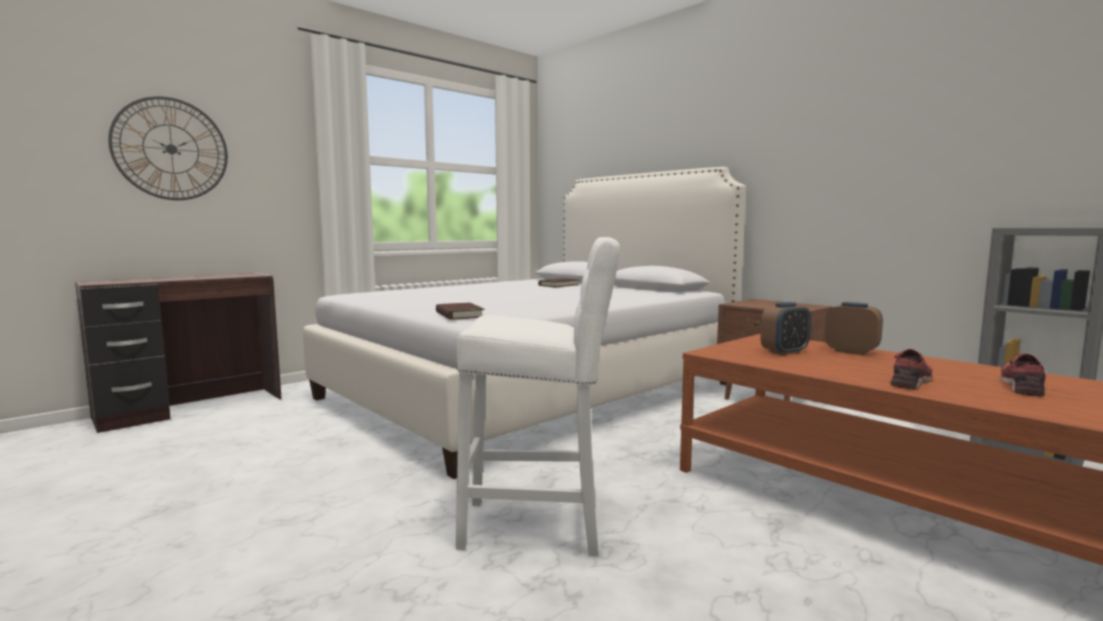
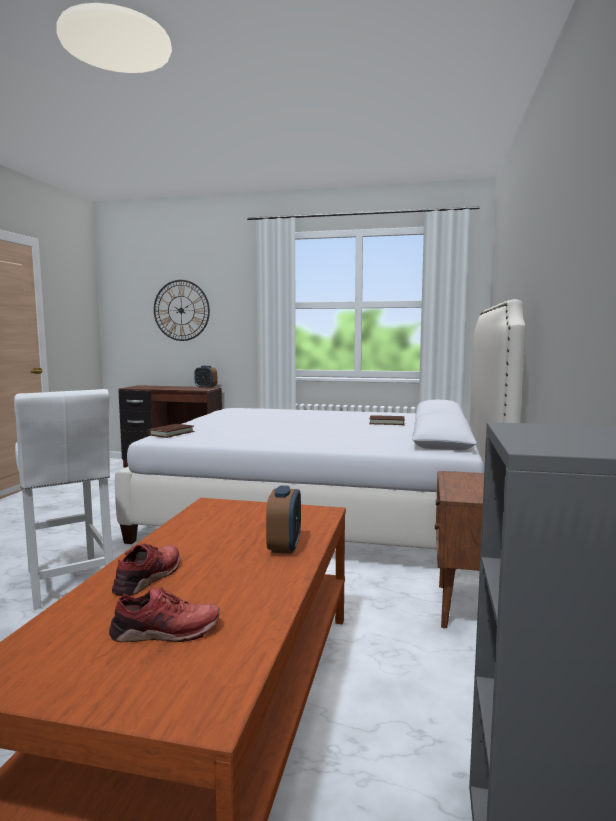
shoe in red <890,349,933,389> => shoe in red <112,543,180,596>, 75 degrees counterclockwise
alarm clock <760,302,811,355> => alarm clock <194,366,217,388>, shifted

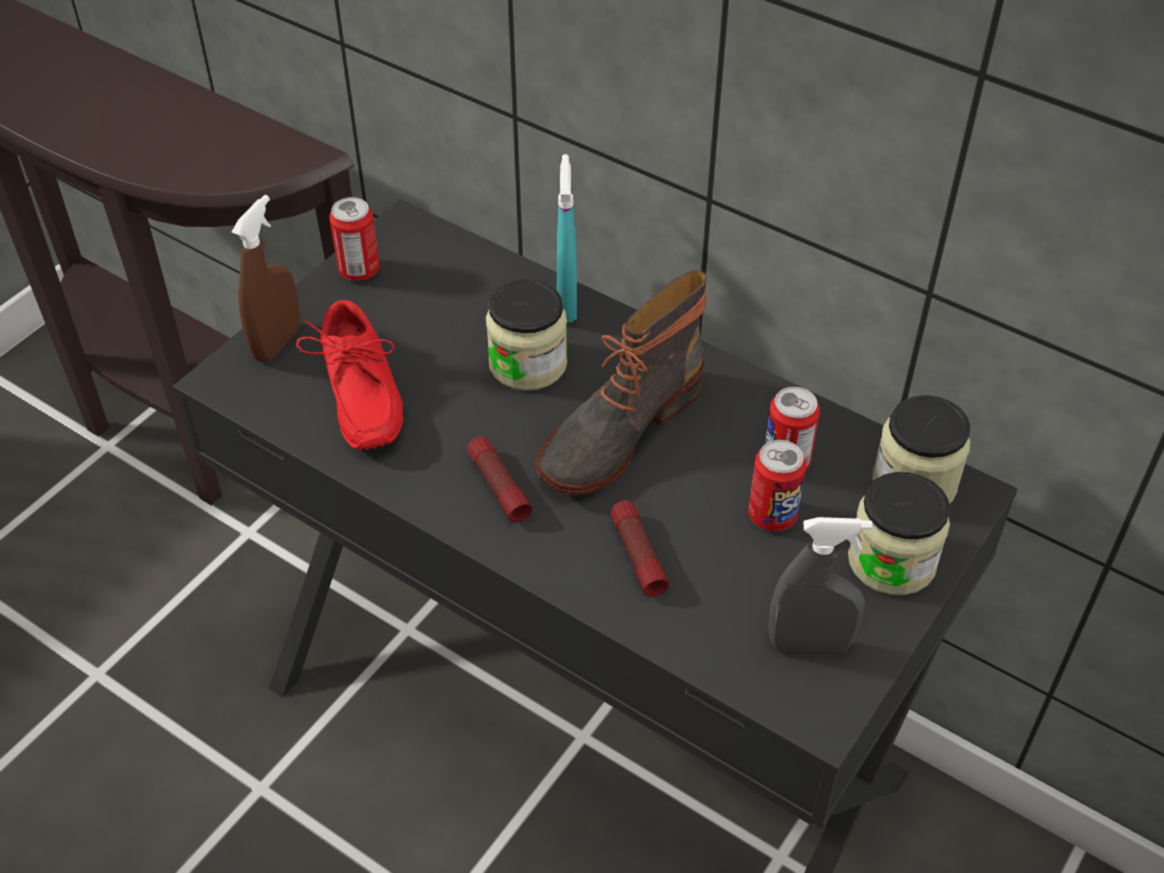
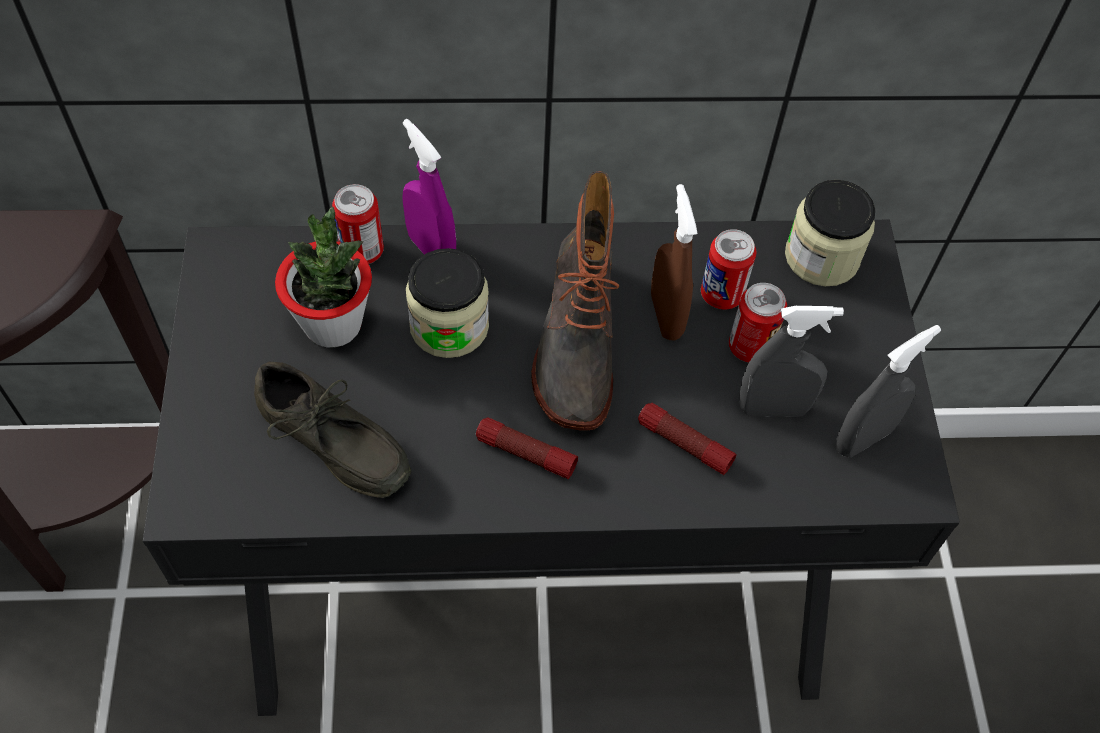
shoe in red <296,300,403,450> => shoe in grey <254,362,411,498>
nothing => potted plant <275,207,372,348>
can <329,197,380,281> => can <332,184,384,264>, shifted
spray bottle in turquoise <557,154,577,323> => spray bottle in purple <402,119,456,255>
spray bottle in brown <232,195,300,363> => spray bottle in brown <651,184,697,340>, shifted
nothing => spray bottle in grey <739,306,844,417>
jar <848,472,950,595> => nothing

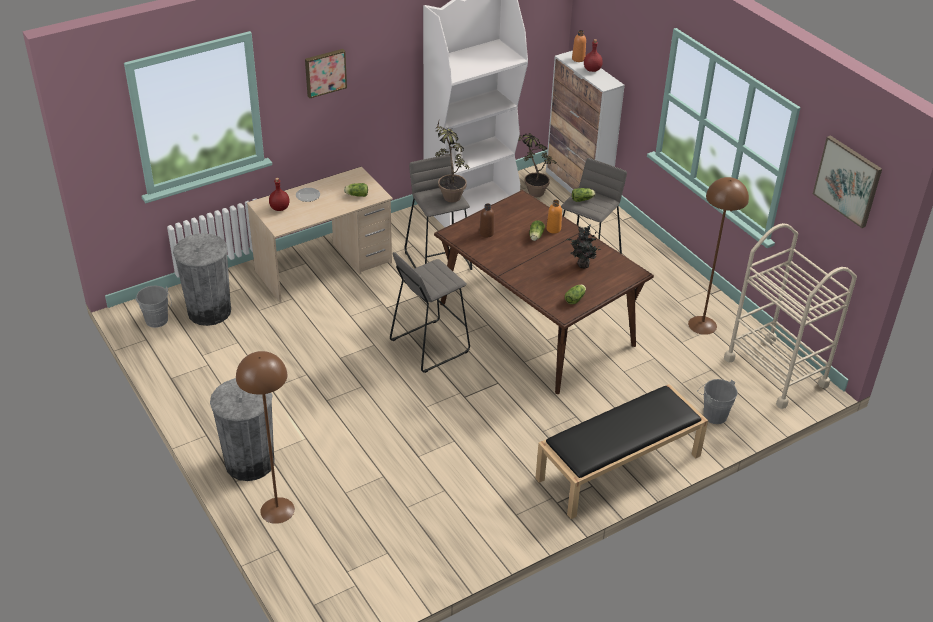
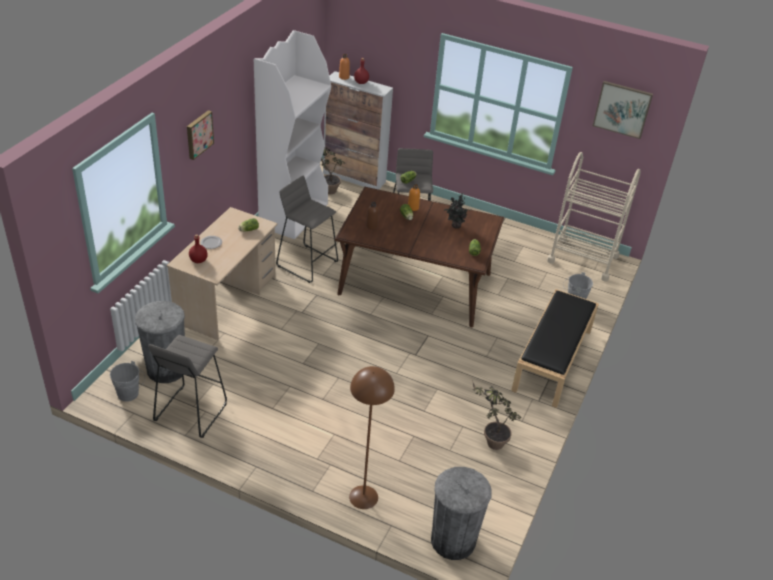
stool in grey <390,252,470,373> => stool in grey <148,335,227,438>, shifted
trash can in grey <210,378,275,481> => trash can in grey <431,467,492,560>, shifted
potted plant <435,121,470,202> => potted plant <472,380,521,450>, shifted
floor lamp in brown <688,177,749,335> => nothing

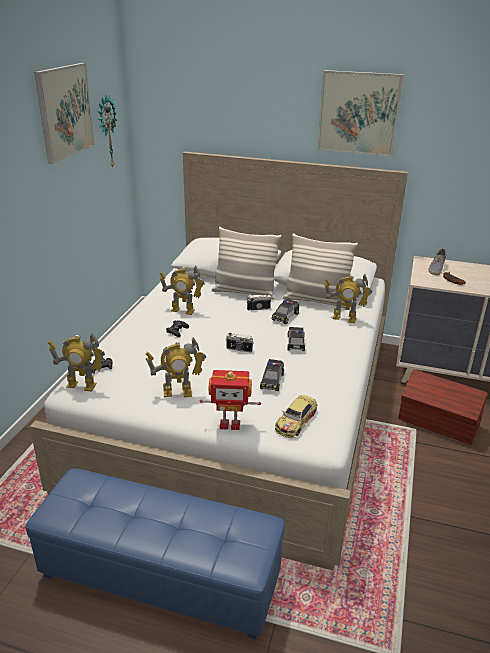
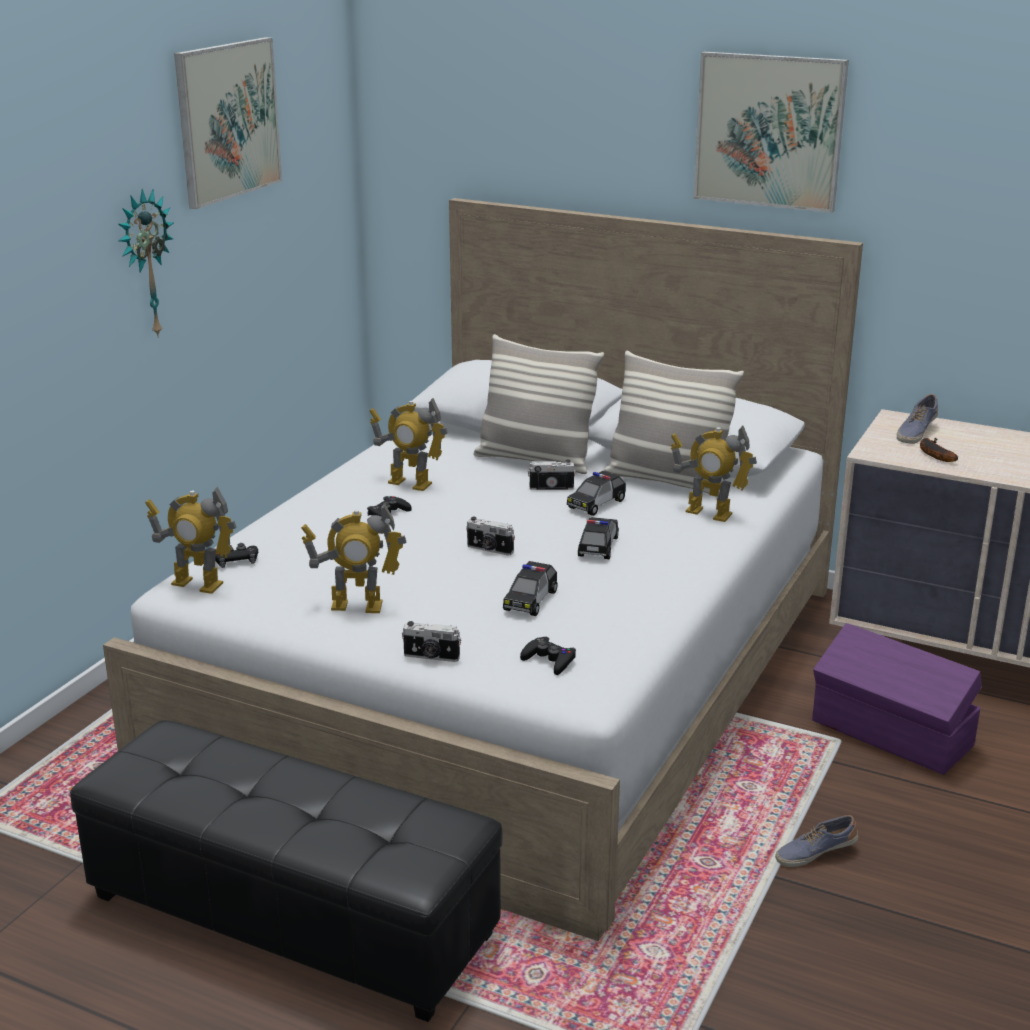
ottoman in blue <26,468,285,639> => ottoman in black <70,720,503,1022>
wall clock <98,95,117,167> => wall clock <118,189,173,338>, shifted
toy robot <200,370,261,430> => photo camera <402,621,461,662>
toy car <275,395,318,438> => game controller in black <520,637,576,675>
nothing => shoe <775,815,858,867>
storage box in brown <398,369,488,445> => storage box in purple <812,623,982,775>

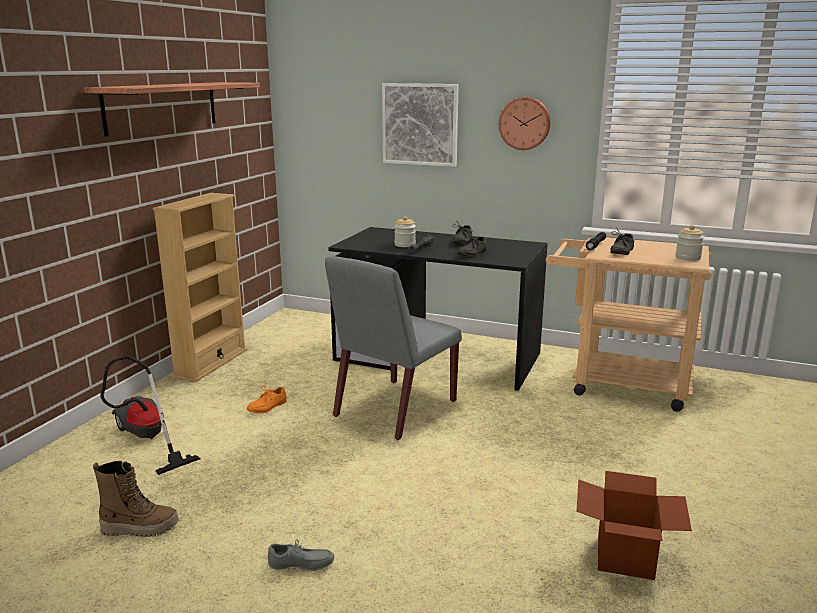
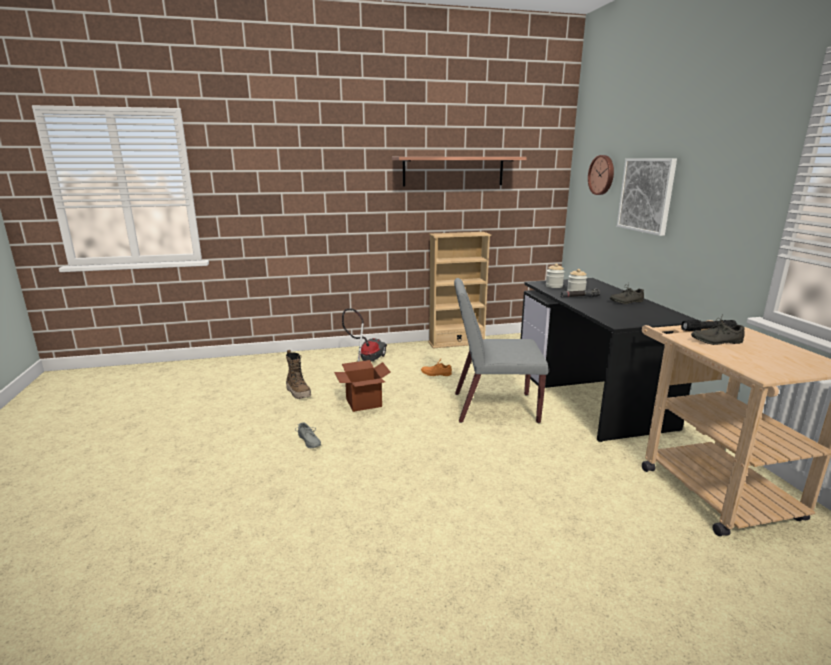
cardboard box <577,471,692,580> => cardboard box <334,360,390,412>, shifted
jar <675,225,704,261> => jar <546,263,565,288>, shifted
wall clock <499,97,550,150> => wall clock <588,155,614,195>, shifted
shoe in grey <457,230,487,257> => nothing

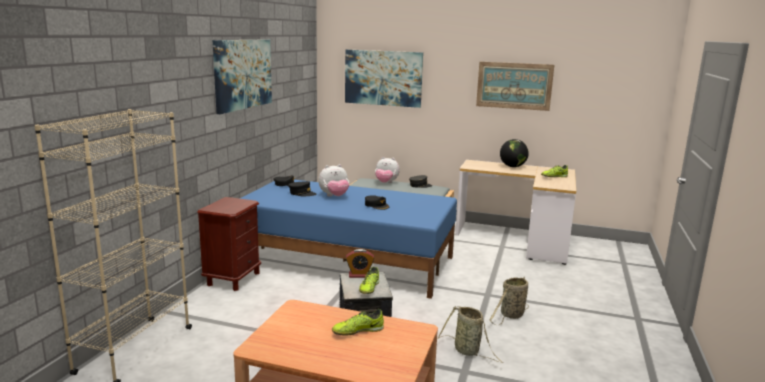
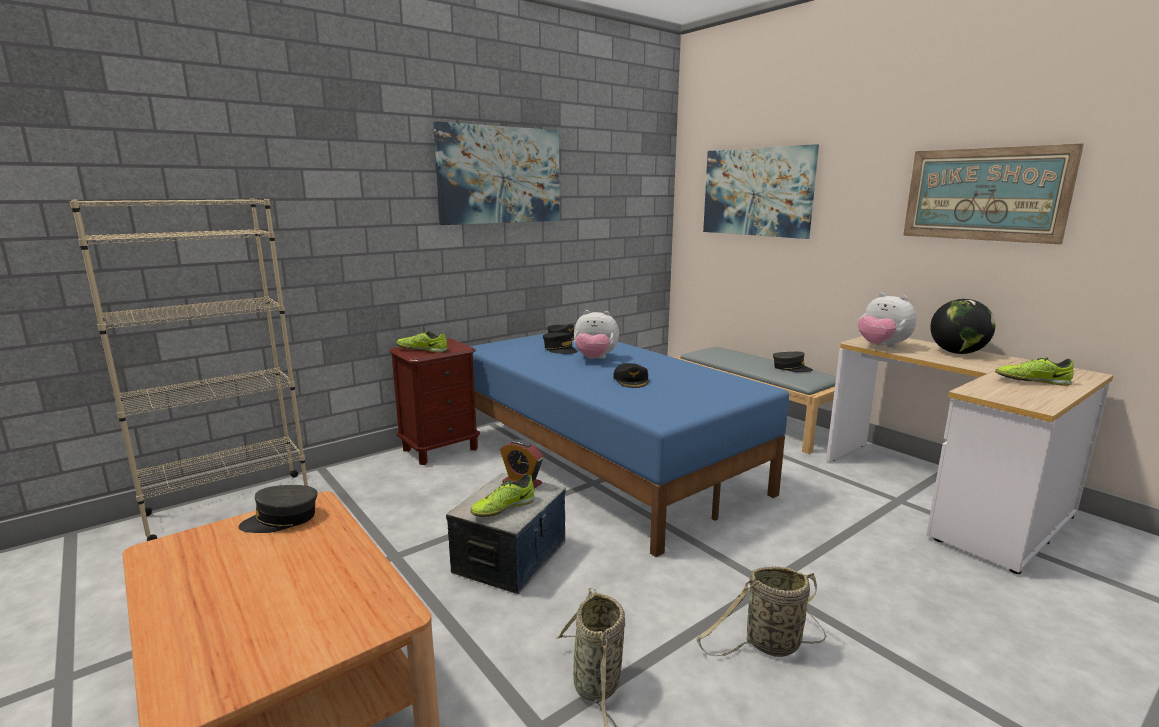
nothing => cap in grey <238,485,318,533>
shoe <332,309,384,336> => shoe <396,331,448,353>, shifted
plush toy <375,157,400,183> => plush toy <858,293,917,348>, shifted

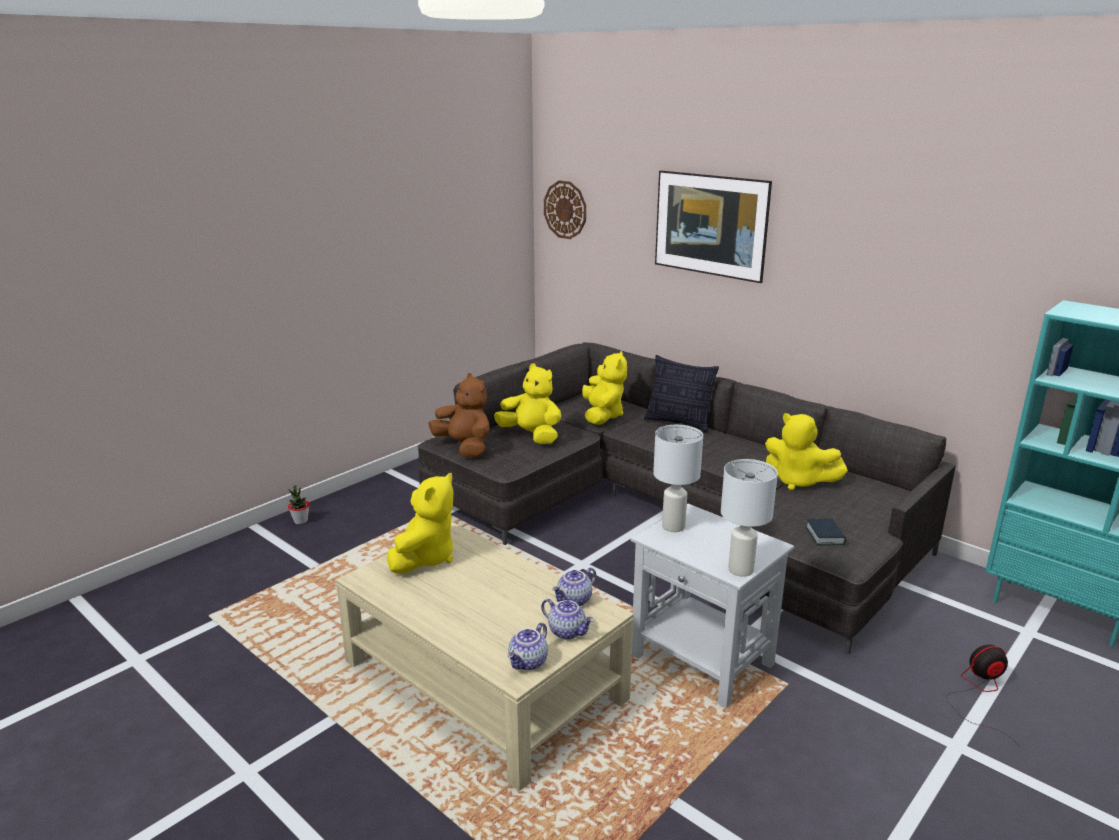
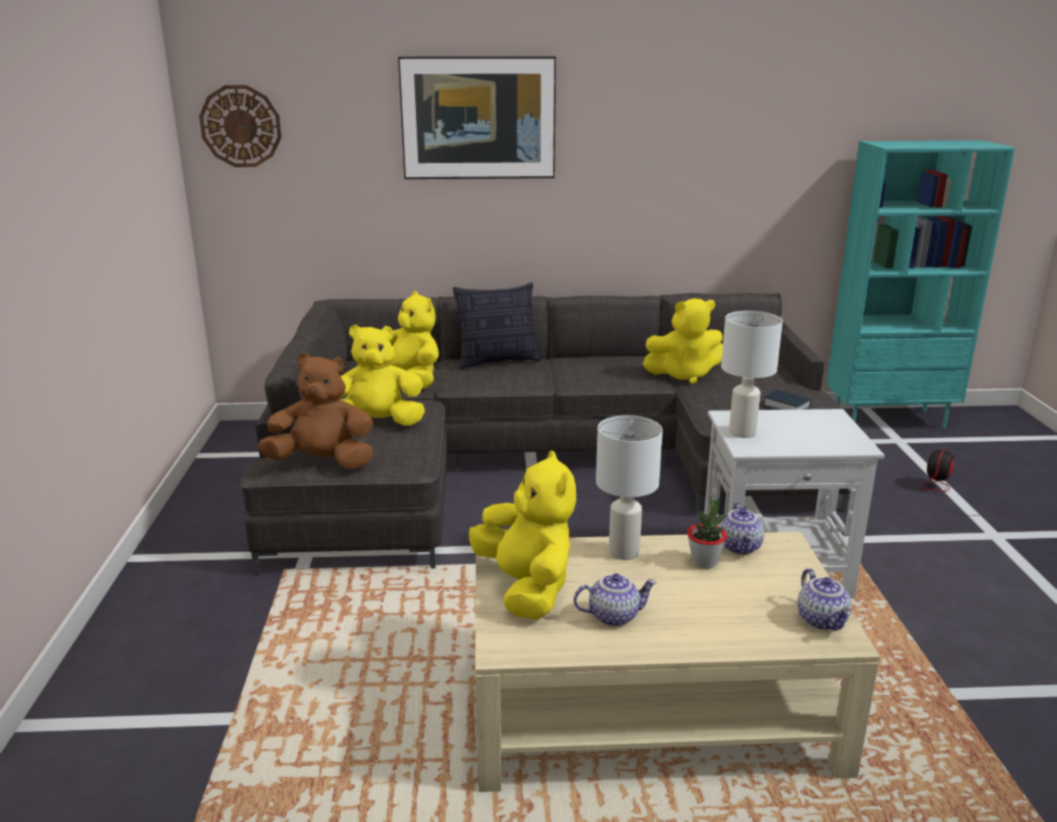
teapot <541,599,594,640> => teapot <574,573,657,626>, shifted
table lamp in white <721,459,778,577> => table lamp in white <596,415,663,560>, shifted
potted plant <288,485,310,524> => potted plant <687,497,727,569>, shifted

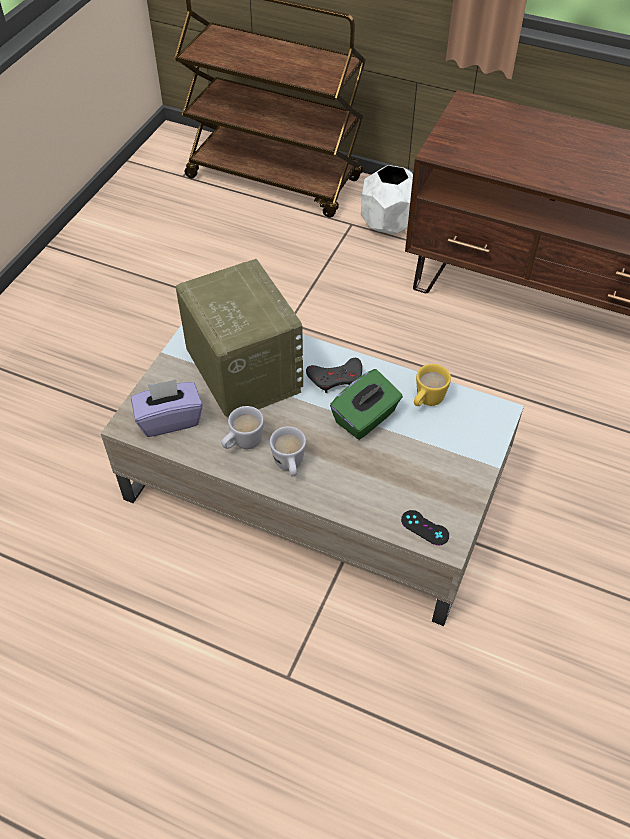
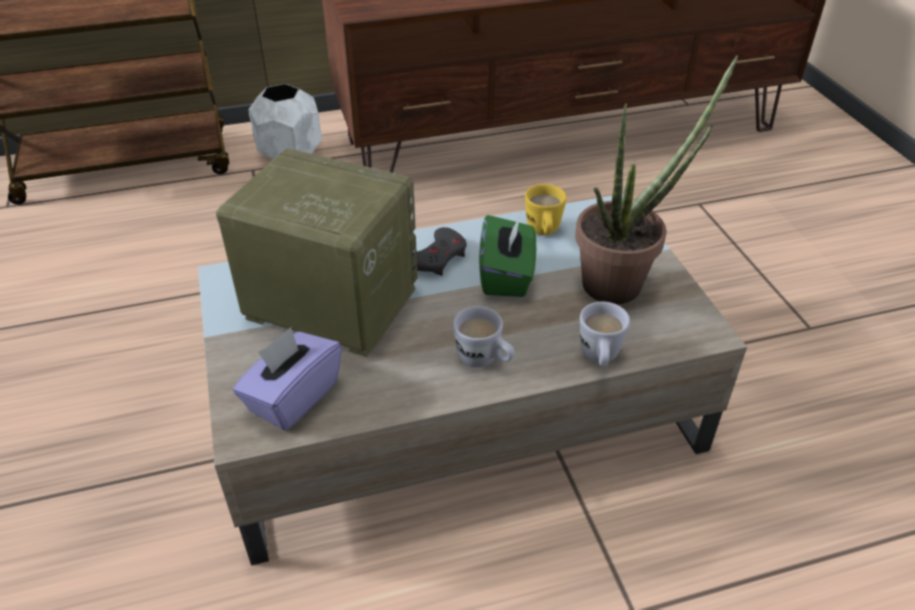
nothing => potted plant <575,55,738,304>
mug in white <221,406,264,449> => mug in white <580,301,630,366>, shifted
game controller in black <401,510,449,545> => nothing

